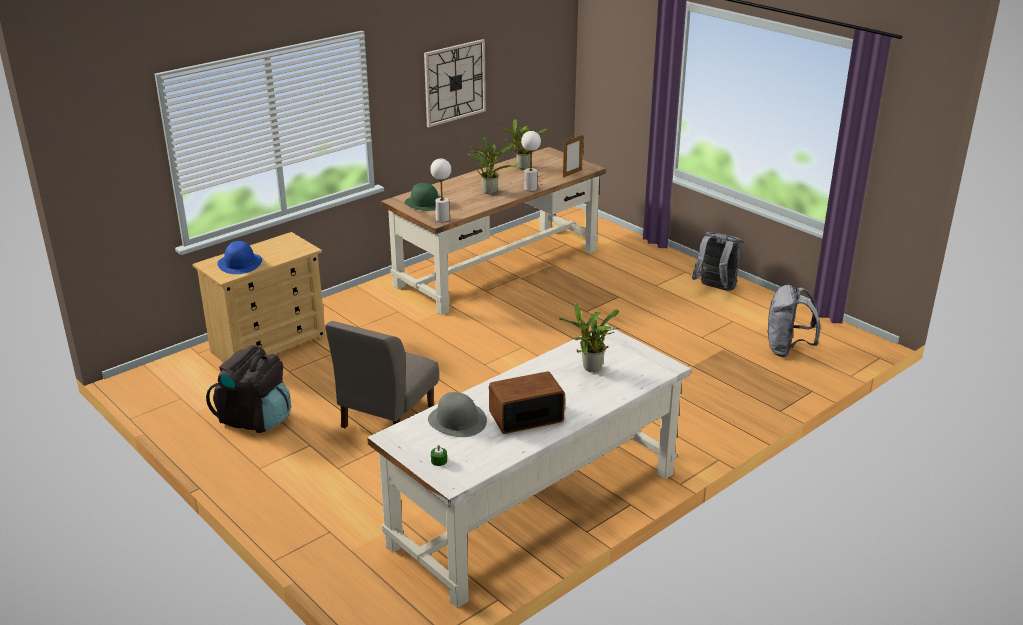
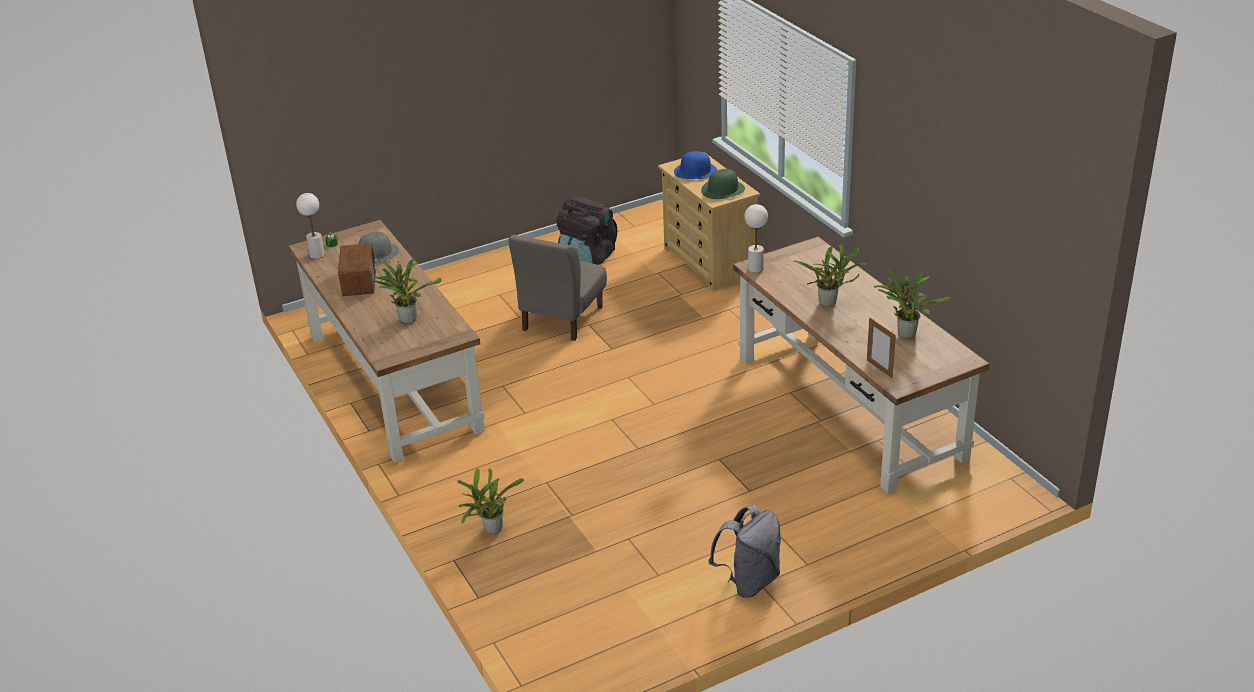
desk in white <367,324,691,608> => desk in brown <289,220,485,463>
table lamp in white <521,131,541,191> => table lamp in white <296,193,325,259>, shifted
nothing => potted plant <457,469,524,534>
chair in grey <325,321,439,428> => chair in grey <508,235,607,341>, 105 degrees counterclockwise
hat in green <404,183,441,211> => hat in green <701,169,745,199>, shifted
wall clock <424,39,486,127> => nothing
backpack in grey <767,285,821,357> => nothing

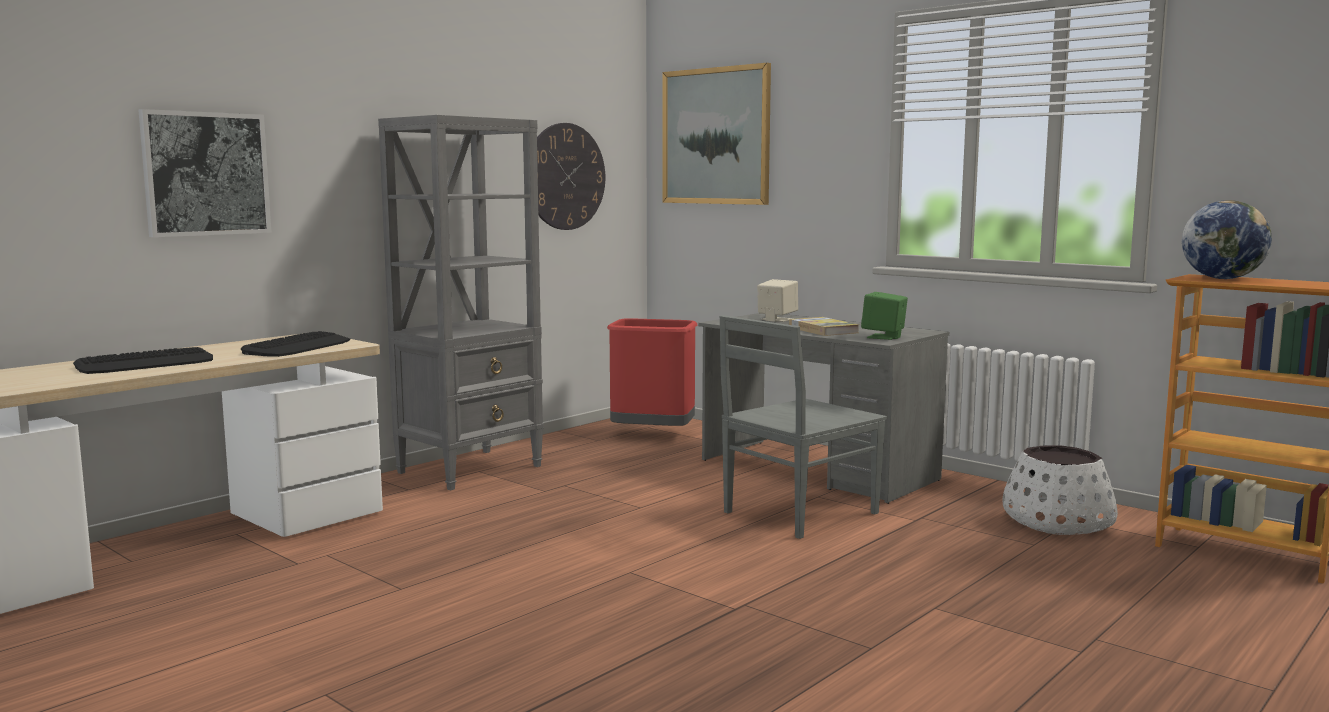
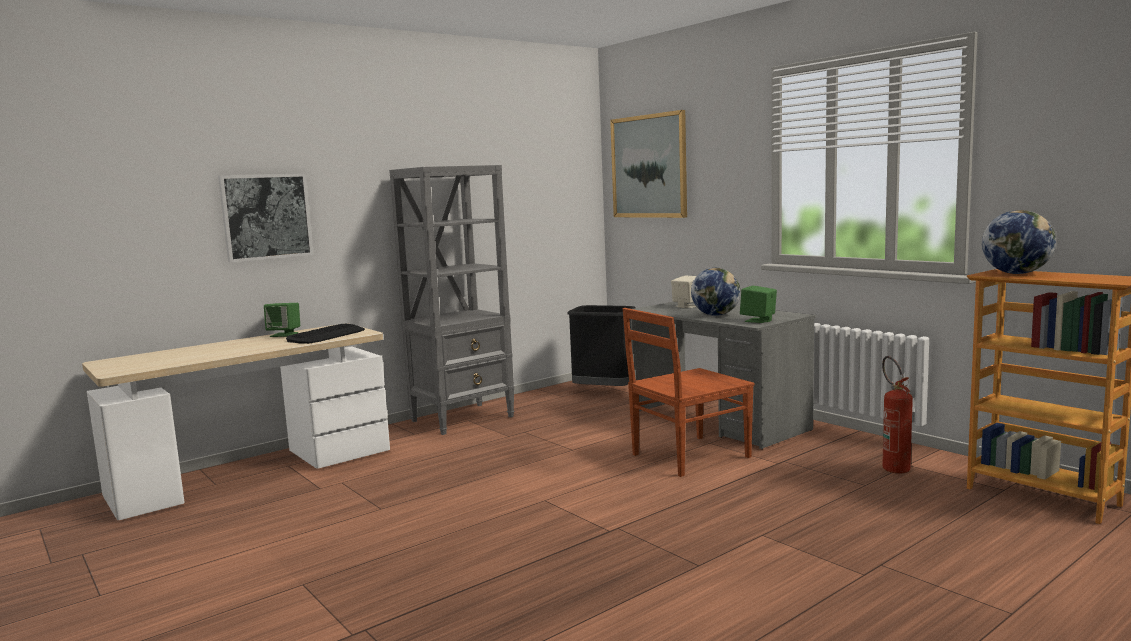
nothing => speaker in green <264,303,300,337>
trash can in red <607,318,697,426> => trash can in black <567,305,635,386>
chair in grey <719,315,887,539> => chair in brown <623,308,755,477>
book <789,317,859,336> => globe <691,268,740,316>
planter in white <1002,446,1118,535> => fire extinguisher <882,356,913,473>
keyboard <73,347,213,374> => nothing
wall clock <537,123,605,230> => nothing

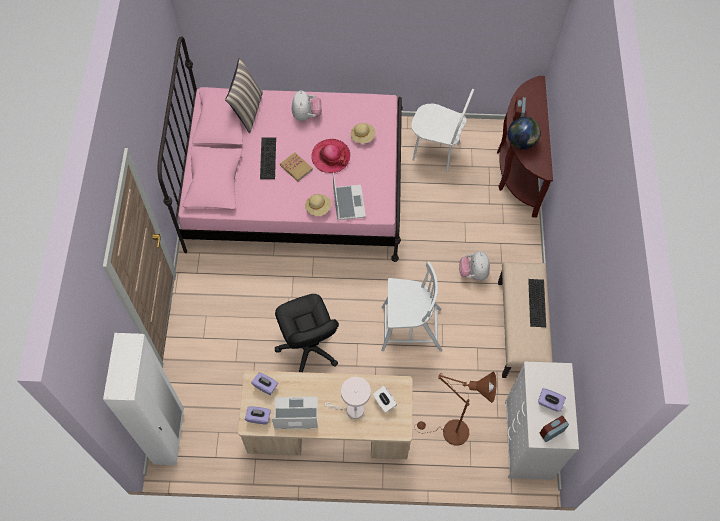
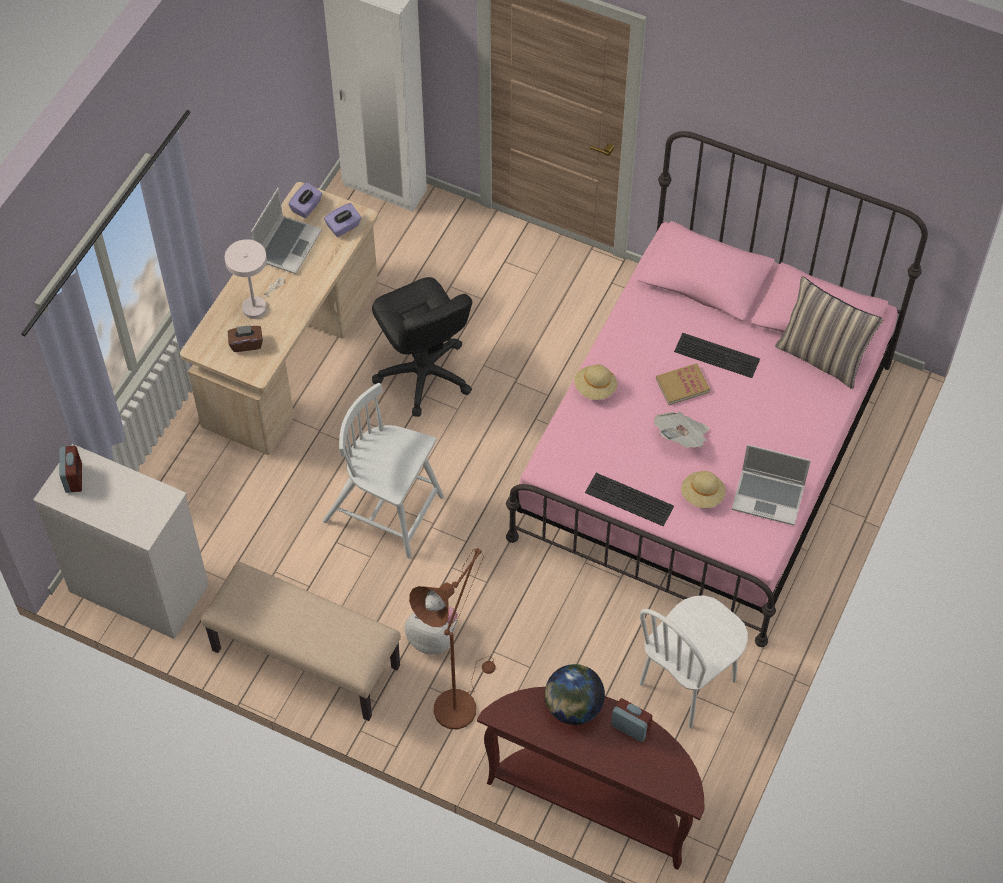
tissue box in white <373,386,397,413> => tissue box in brown <228,325,263,352>
chair in white <381,261,443,352> => chair in white <323,383,444,558>, 90 degrees clockwise
office chair in black <275,294,339,372> => office chair in black <372,277,472,417>, 120 degrees counterclockwise
floor lamp in brown <414,371,496,445> => floor lamp in brown <409,548,496,729>, shifted
keyboard <528,279,546,327> => keyboard <585,473,674,526>, shifted
hat <311,139,350,173> => newspaper <654,412,709,448>
laptop <333,172,366,220> => laptop <731,444,811,526>, shifted
plush toy <292,90,322,121> => nothing
tissue box in purple <538,388,566,412> => nothing

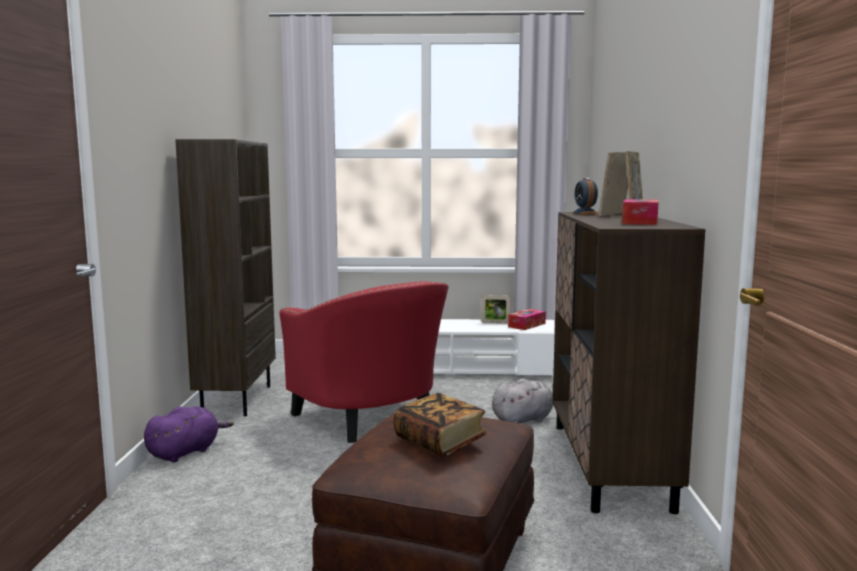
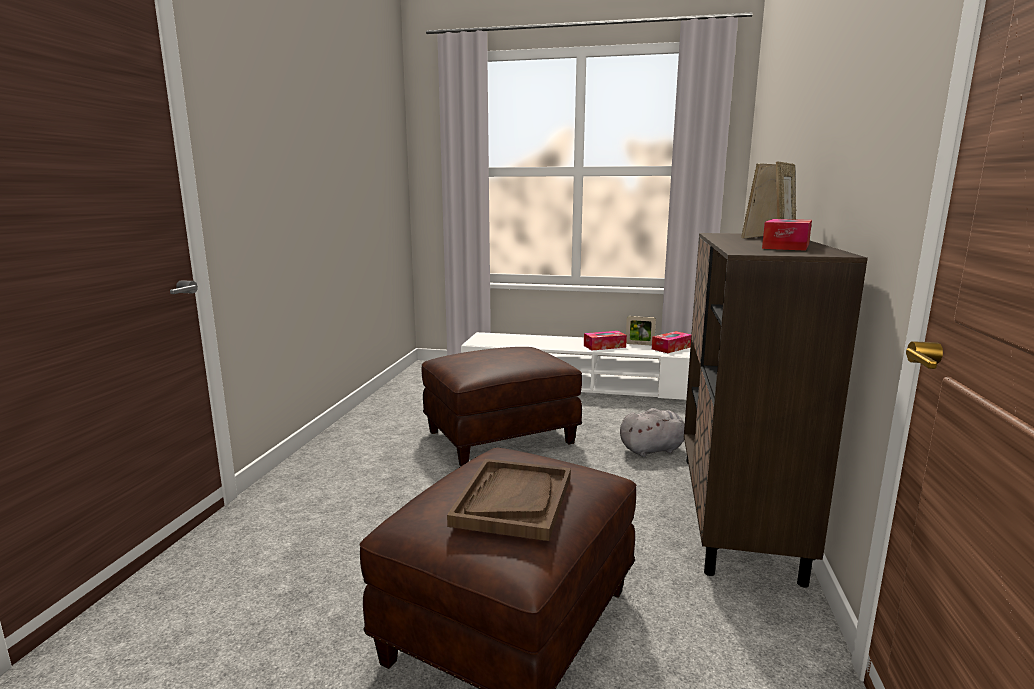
armchair in red <279,281,449,443> => ottoman in brown <422,347,582,466>
book <393,393,487,457> => tray in brown <447,459,571,541>
nothing => tissue box <584,331,627,350>
plush toy in purple <144,406,233,462> => nothing
bookcase in brown <175,139,276,416> => nothing
alarm clock <572,178,599,215> => nothing

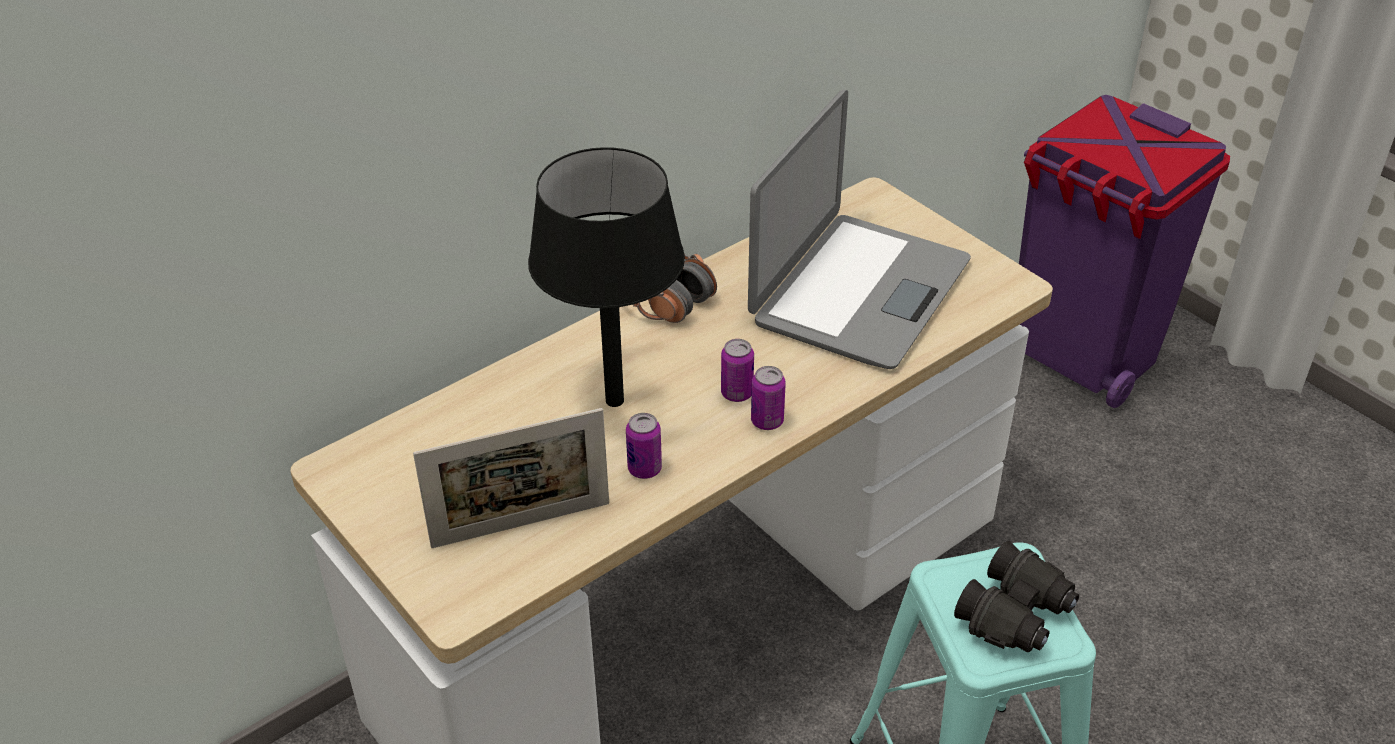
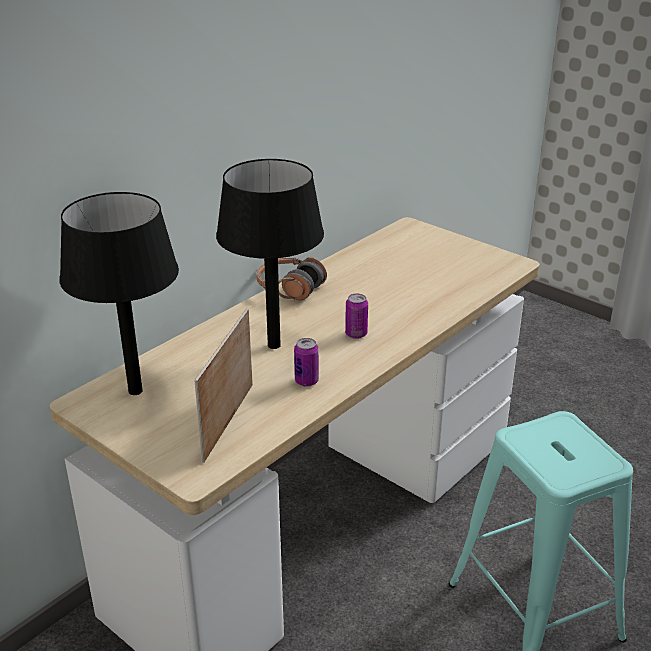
nothing => table lamp in black <59,192,179,395>
picture frame <413,408,609,548> => picture frame <194,308,253,463>, 135 degrees clockwise
laptop <748,89,971,369> => nothing
can <751,366,786,430> => nothing
binoculars in black <954,541,1079,652> => nothing
trash can in purple <1019,95,1230,408> => nothing

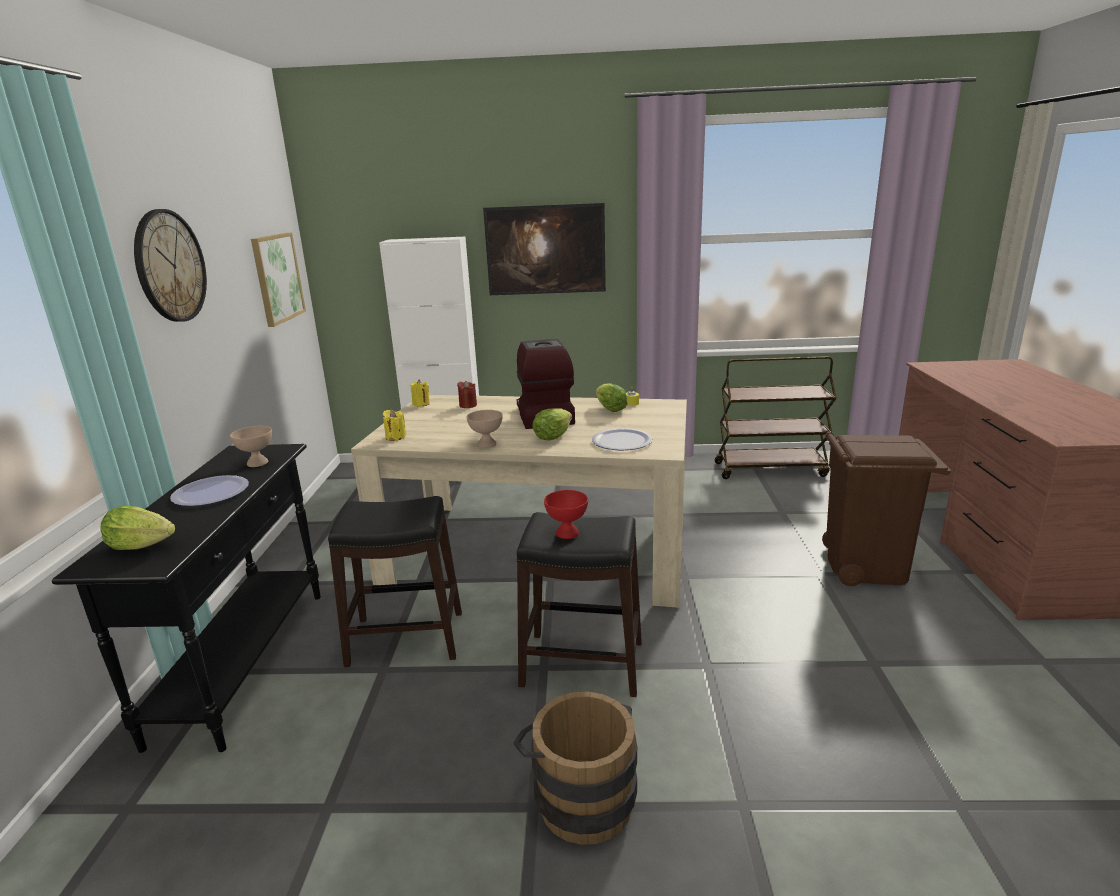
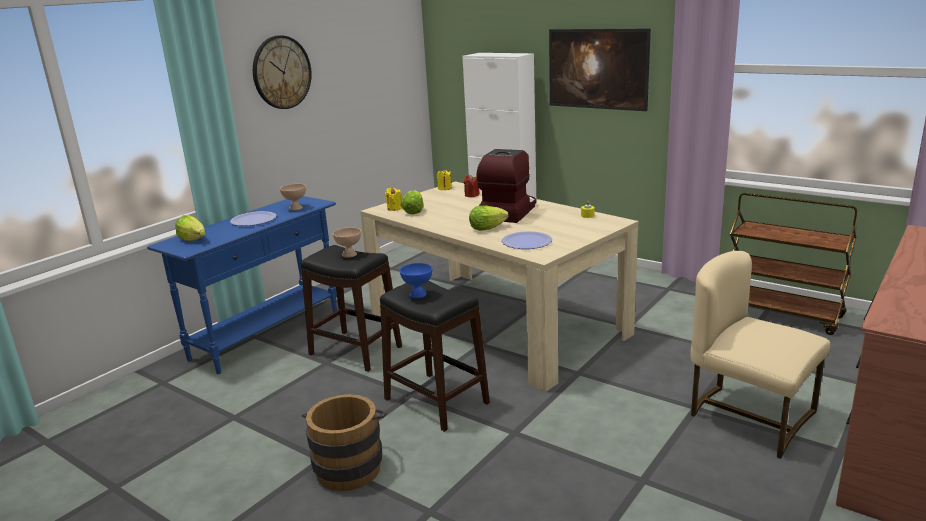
console table in black <52,444,321,753> => console table in blue <147,196,337,374>
bowl in beige <467,410,503,448> => bowl in beige <333,227,361,258>, shifted
bowl in red <544,490,588,539> => bowl in blue <400,263,432,299>
lettuce <596,383,627,412> => lettuce <401,191,424,215>, shifted
trash can in brown <822,432,951,586> => chair in beige <691,251,830,459>
picture <251,233,306,327> => nothing

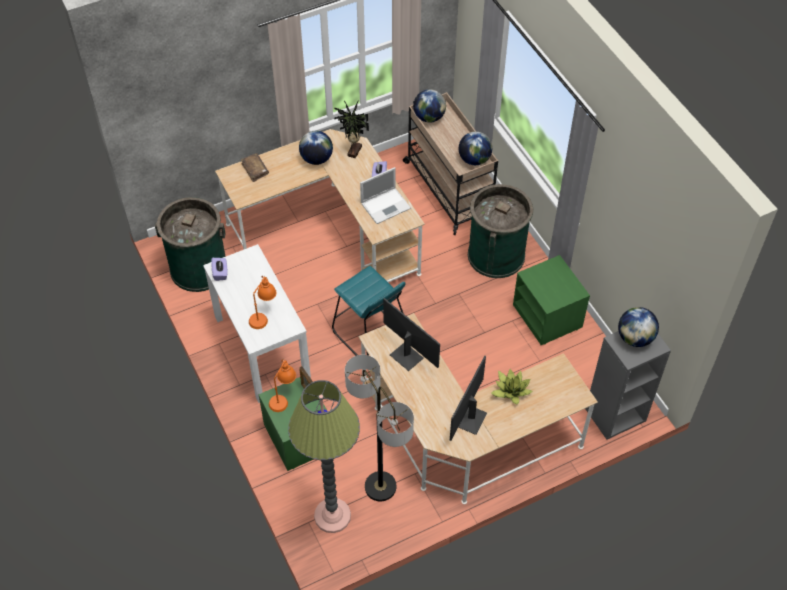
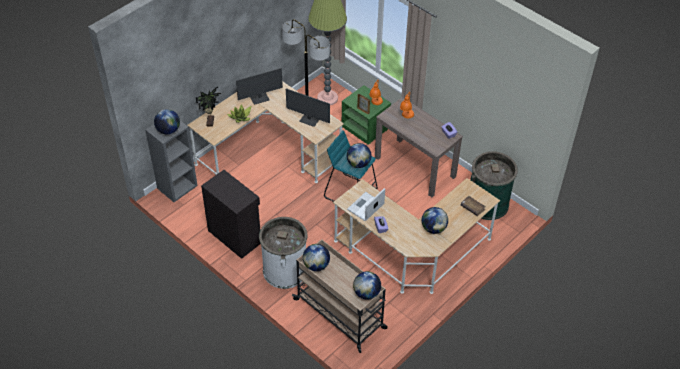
potted plant <334,100,369,158> => potted plant <196,87,221,126>, shifted
nightstand in green <513,255,590,345> => cabinet in black <201,170,260,259>
monitor <450,356,487,441> => monitor <236,68,283,105>, 60 degrees clockwise
trash can in green <468,184,533,278> => trash can in white <259,217,307,289>
nothing => globe <347,143,372,168>
console table in white <203,244,311,403> => console table in brown <375,97,463,197>

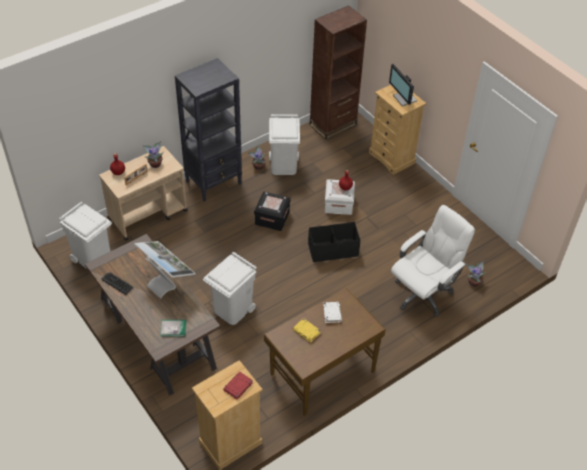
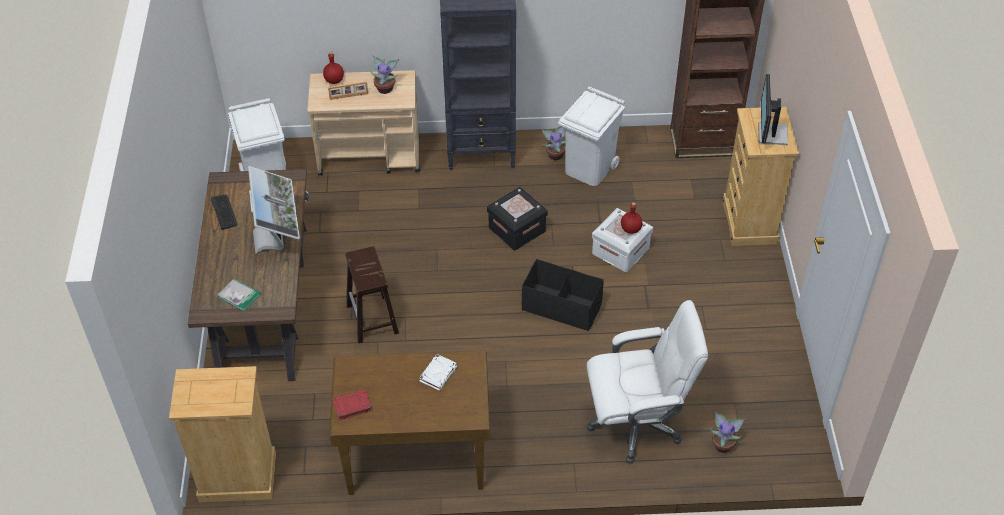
book in red <223,371,253,400> => book in red <332,389,373,420>, shifted
trash can in white <203,252,257,325> => stool in brown <345,246,399,343>
book in yellow <293,318,321,343> => nothing

